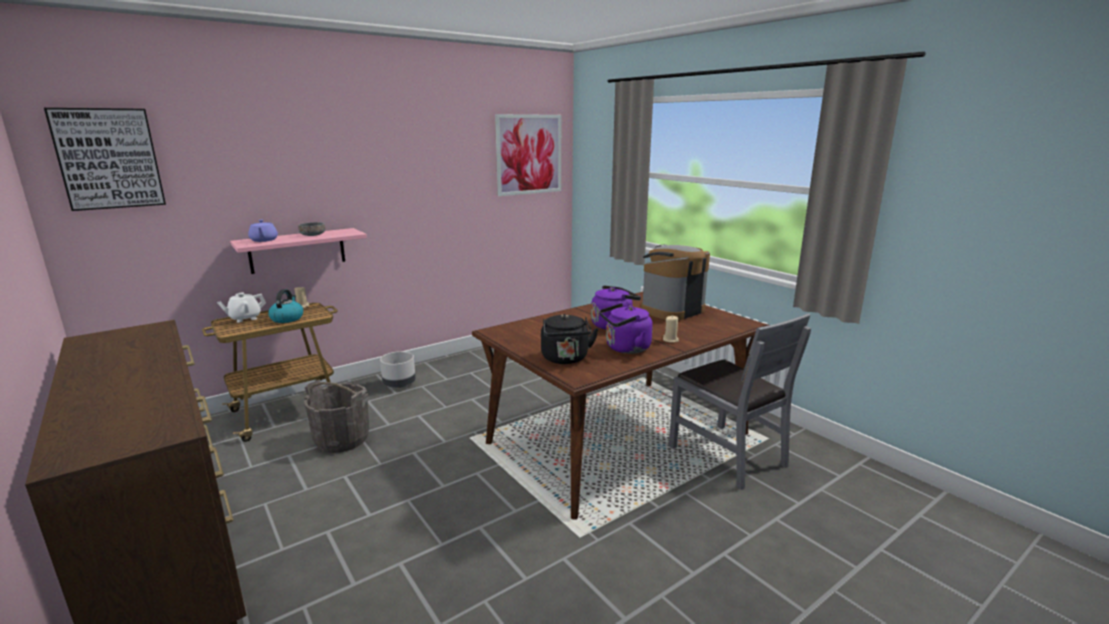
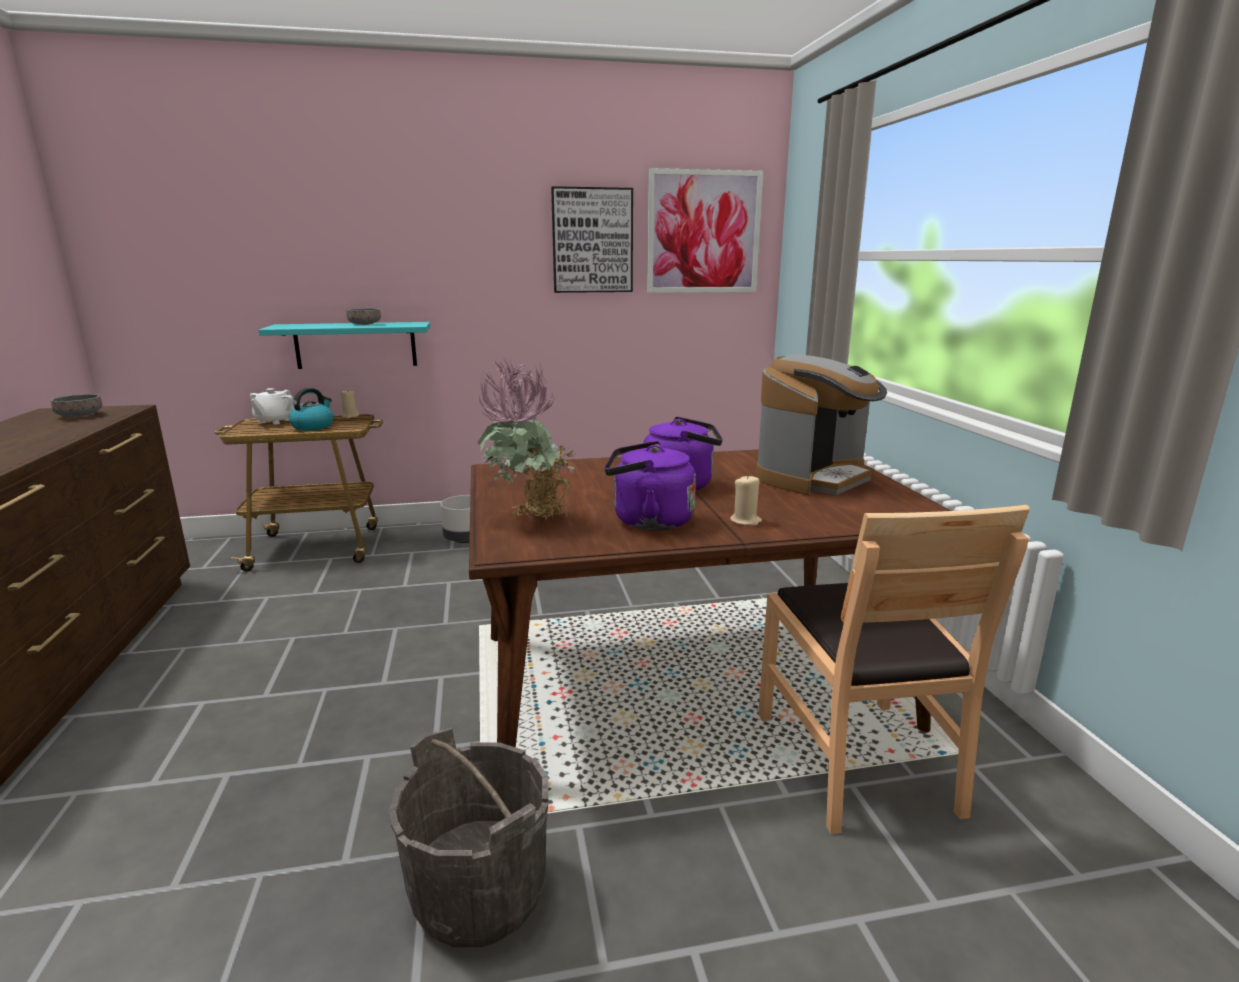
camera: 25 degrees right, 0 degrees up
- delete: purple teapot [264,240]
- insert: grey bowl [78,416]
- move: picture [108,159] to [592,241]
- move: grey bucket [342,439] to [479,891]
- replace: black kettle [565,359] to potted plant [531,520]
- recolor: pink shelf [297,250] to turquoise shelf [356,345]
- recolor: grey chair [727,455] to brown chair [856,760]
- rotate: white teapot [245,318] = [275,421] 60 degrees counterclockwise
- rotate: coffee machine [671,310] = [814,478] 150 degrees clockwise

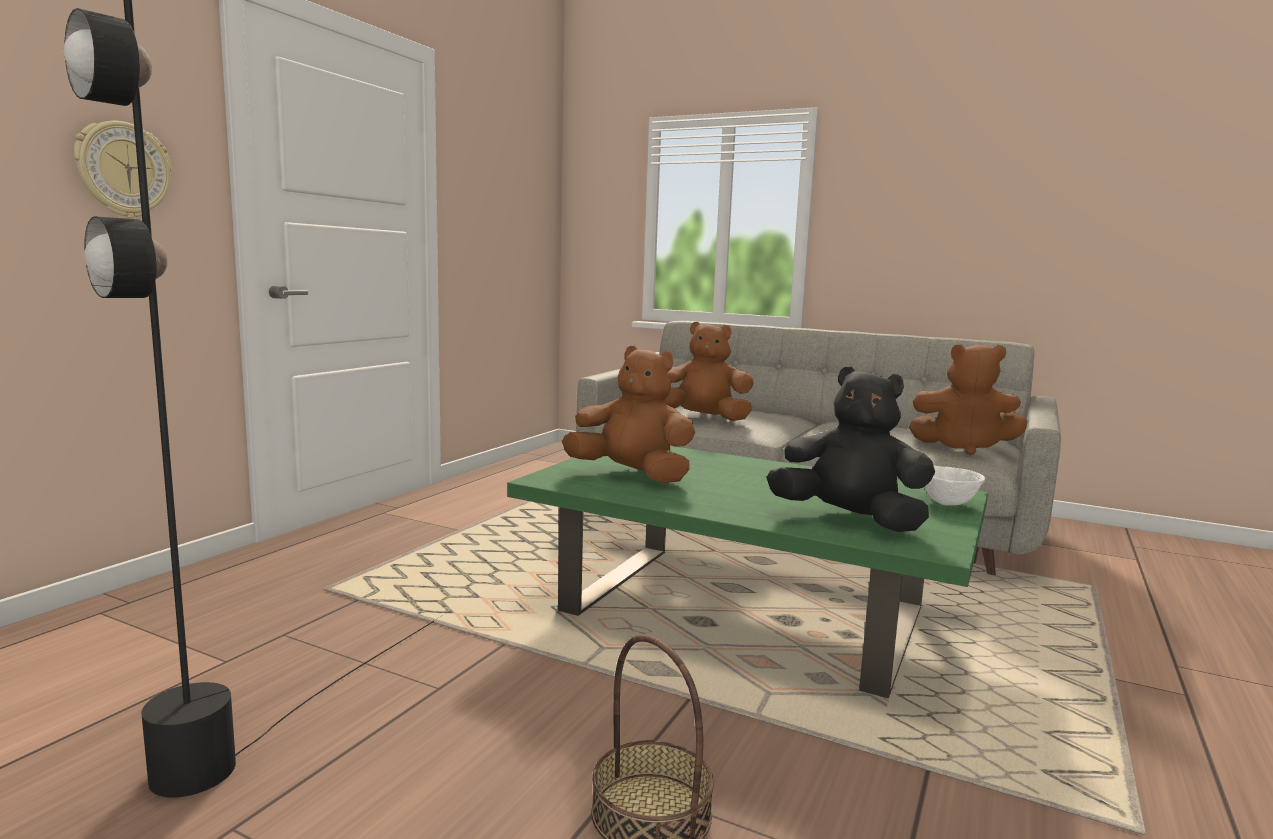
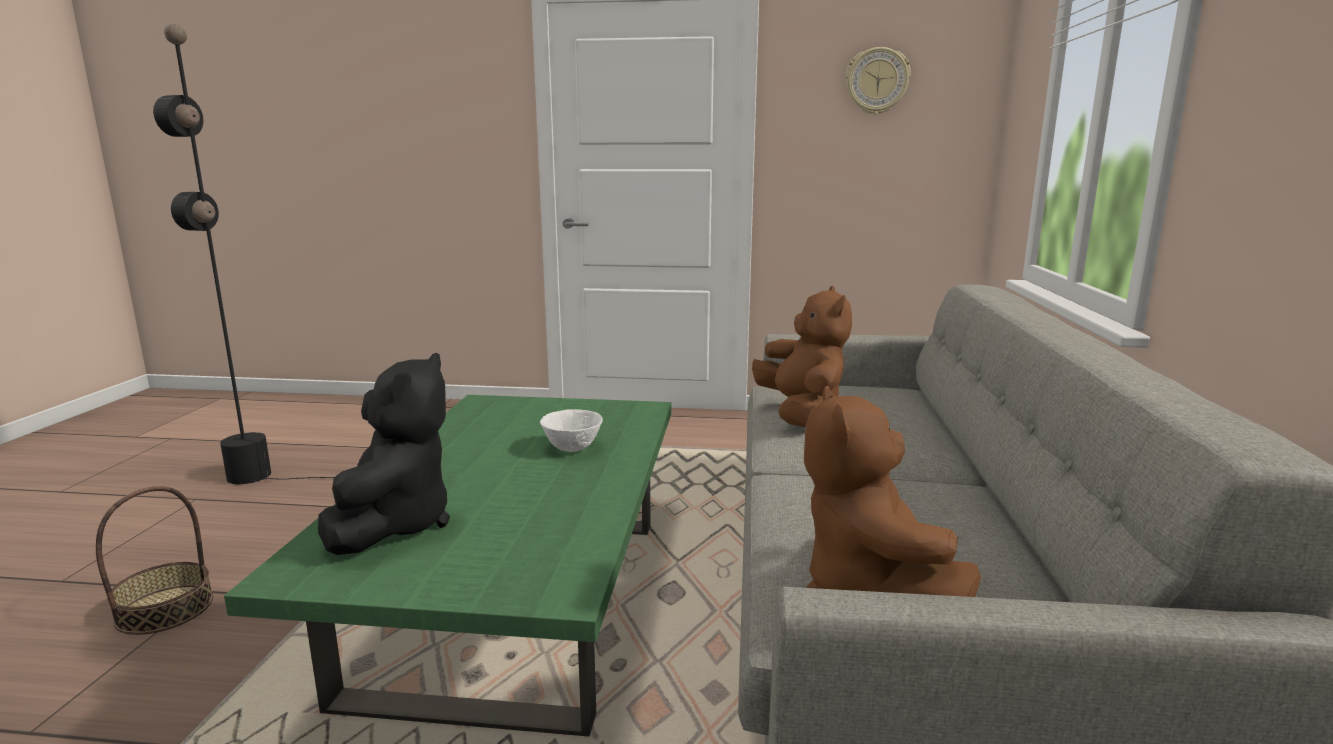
camera: 70 degrees right, 5 degrees up
- delete: brown plush toy [632,475]
- move: wall clock [123,170] to [877,81]
- move: white bowl [947,503] to [572,448]

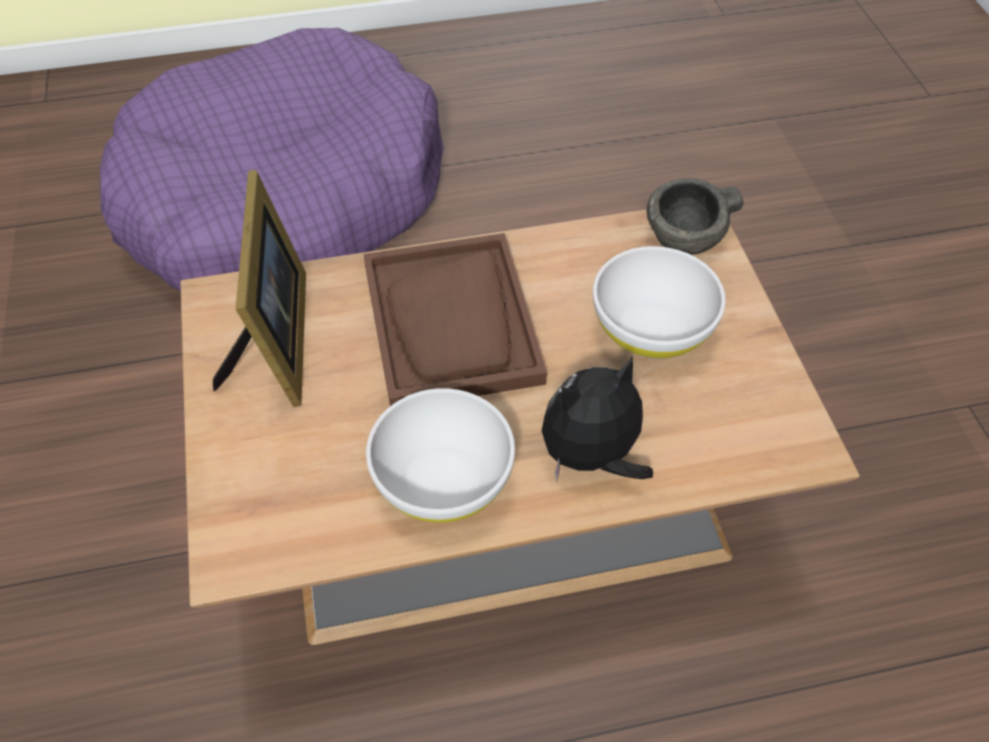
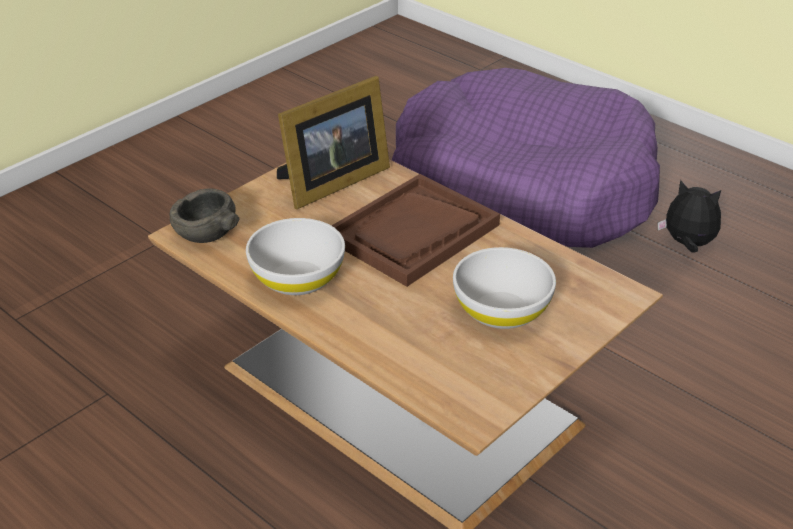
camera: 55 degrees right, 15 degrees down
- move: plush toy [592,457] to [687,244]
- move: grey bowl [684,239] to [205,235]

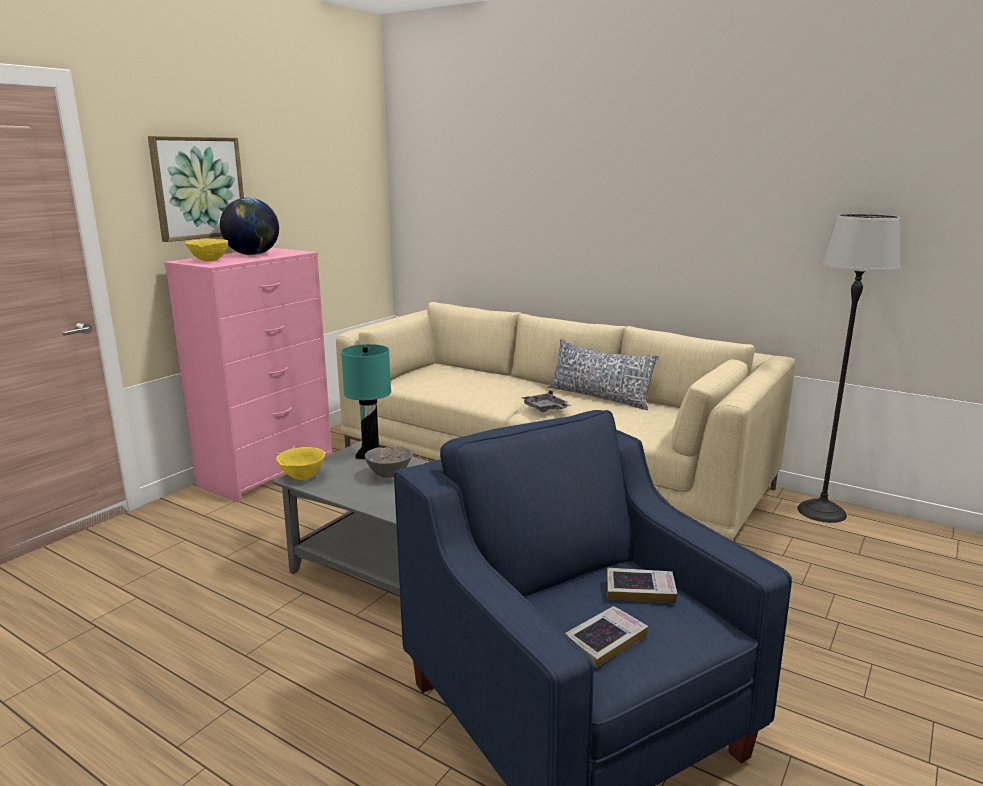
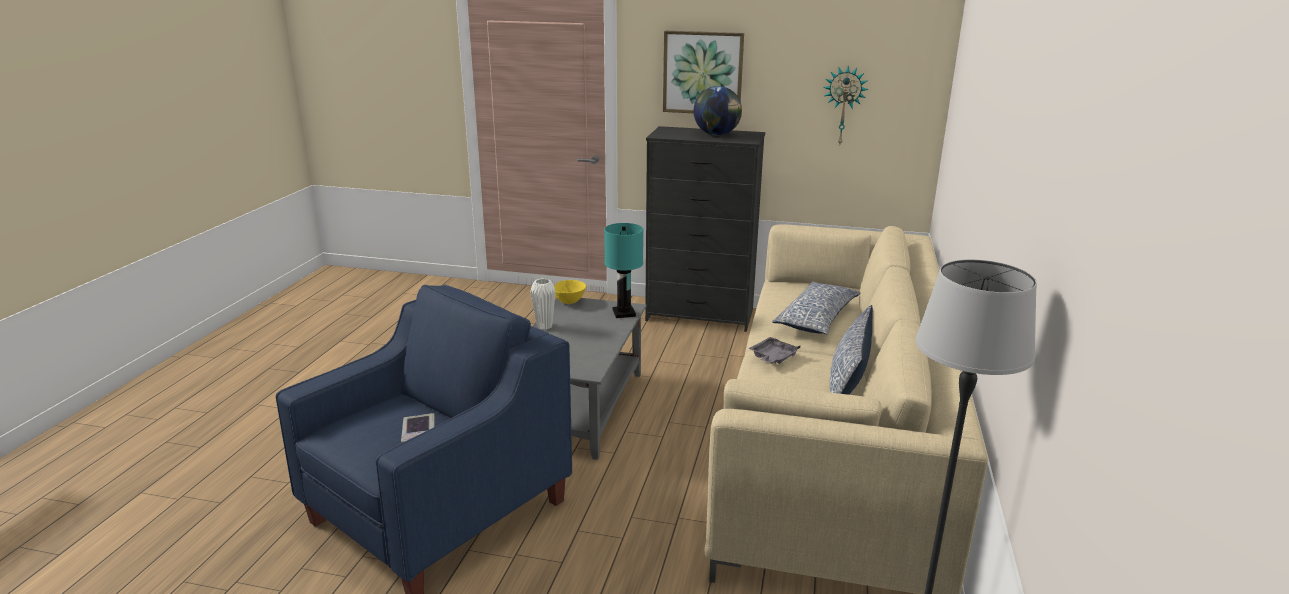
camera: 70 degrees right, 5 degrees up
- delete: yellow bowl [209,261]
- delete: grey bowl [389,475]
- delete: book [605,640]
- insert: white vase [544,326]
- insert: pillow [817,318]
- insert: wall clock [843,105]
- recolor: pink dresser [268,472] to black dresser [701,315]

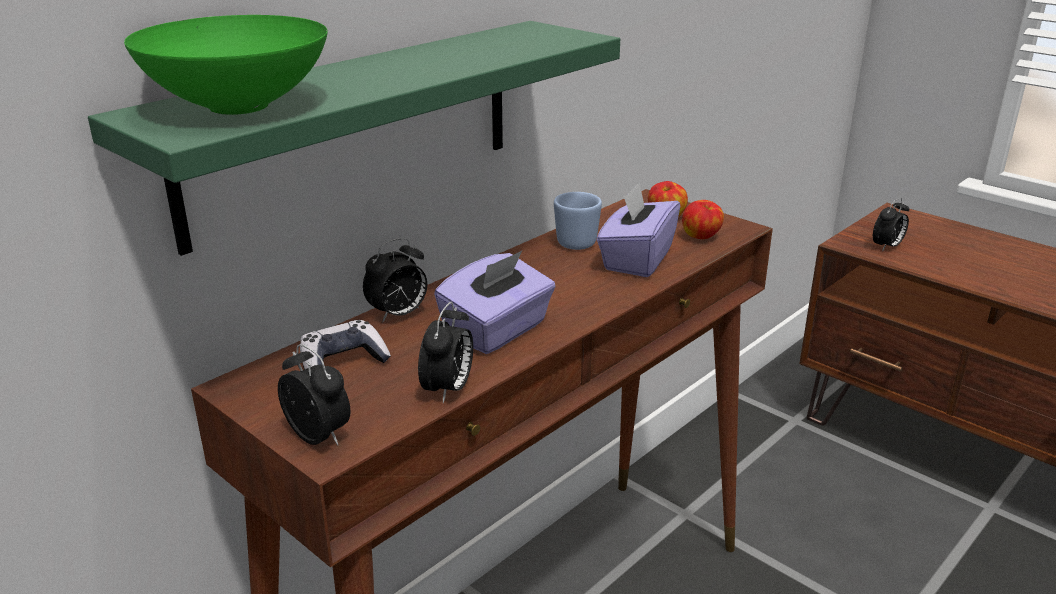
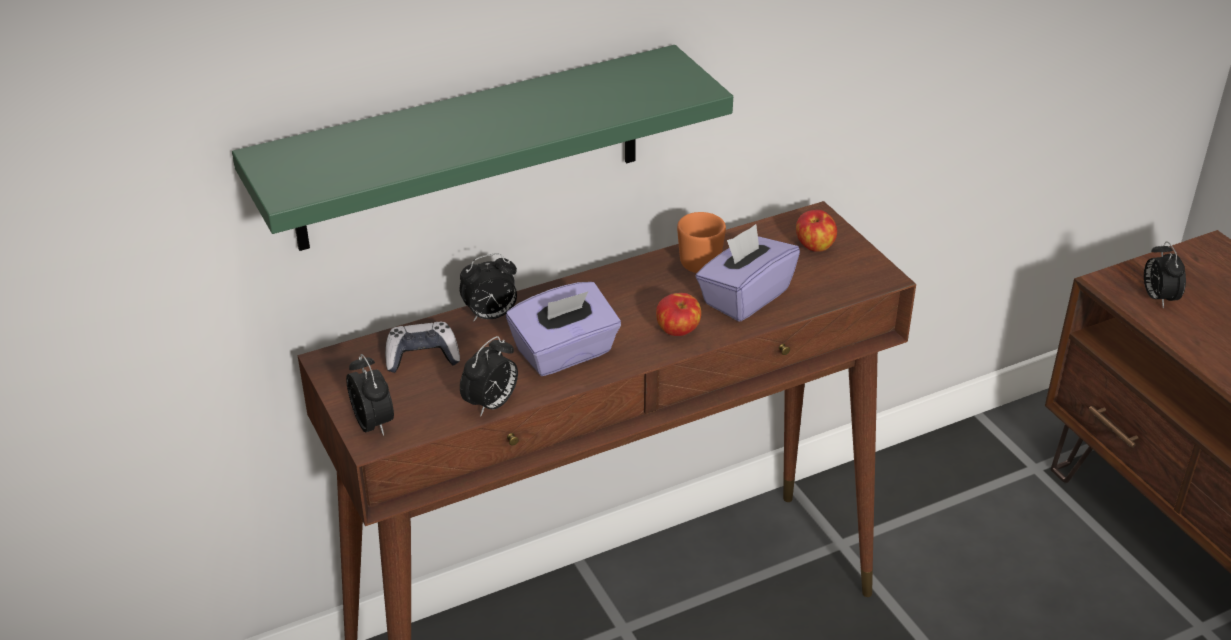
camera: 20 degrees right, 10 degrees up
- delete: green bowl [240,105]
- move: apple [701,237] to [678,331]
- recolor: blue mug [573,241] to orange mug [699,259]
- rotate: alarm clock [887,247] = [1157,298] 105 degrees clockwise

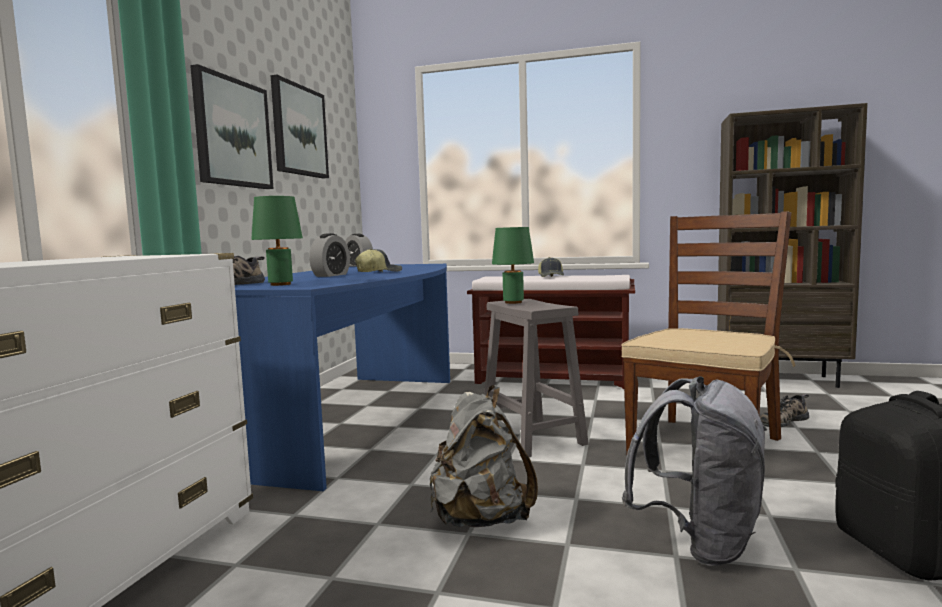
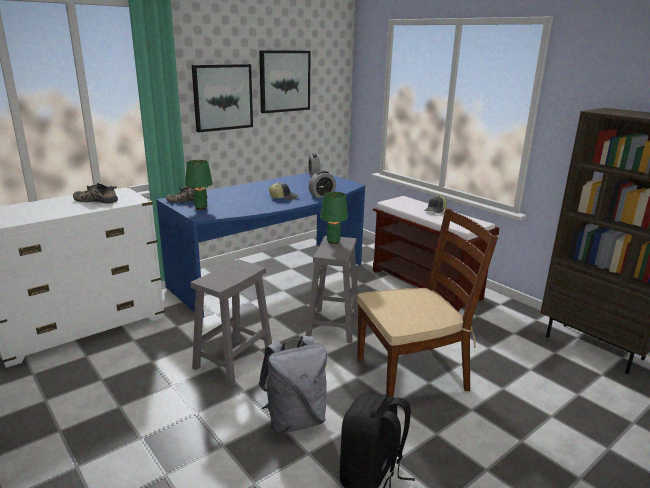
camera: 35 degrees right, 15 degrees up
- move: alarm clock [331,275] to [322,195]
- move: shoe [783,420] to [97,200]
- replace: grey backpack [480,519] to grey stool [233,362]

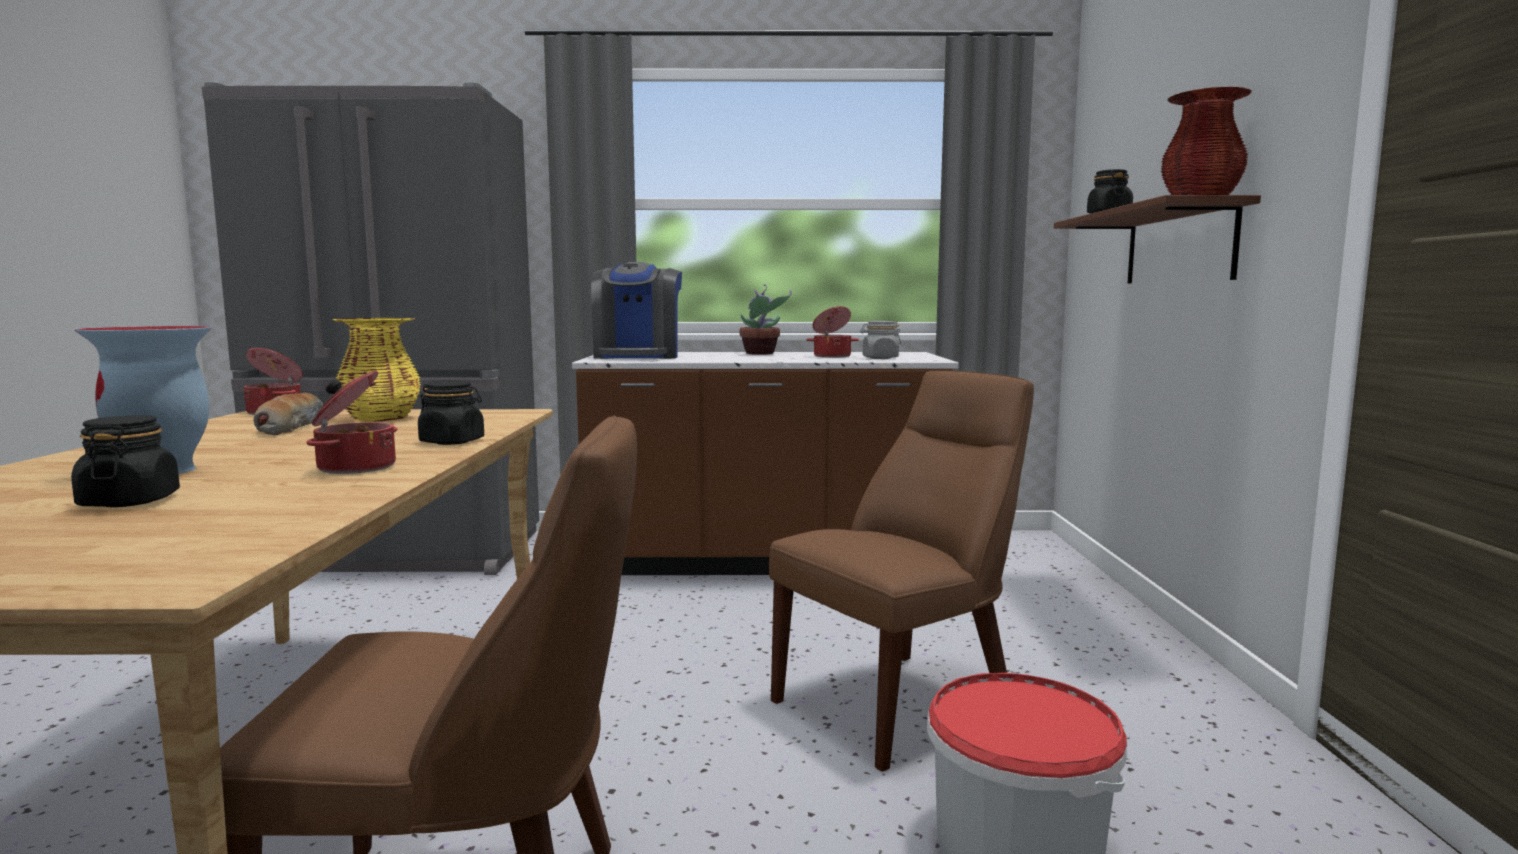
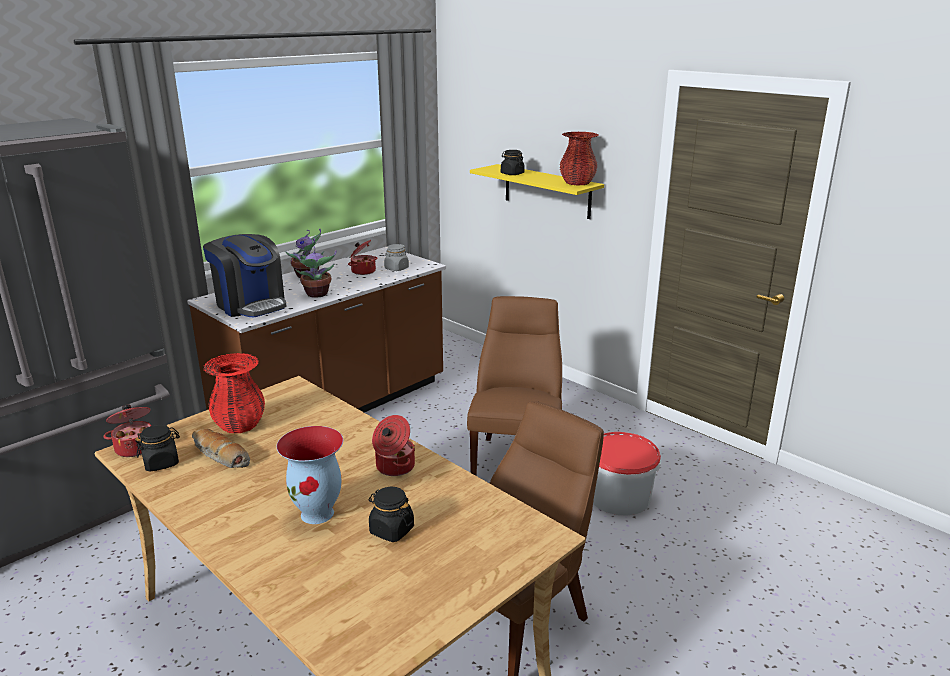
camera: 45 degrees left, 15 degrees up
- insert: potted plant [317,294]
- move: black jar [452,442] to [161,463]
- recolor: yellow vase [381,419] to red vase [240,425]
- recolor: brown shelf [1178,246] to yellow shelf [547,191]

